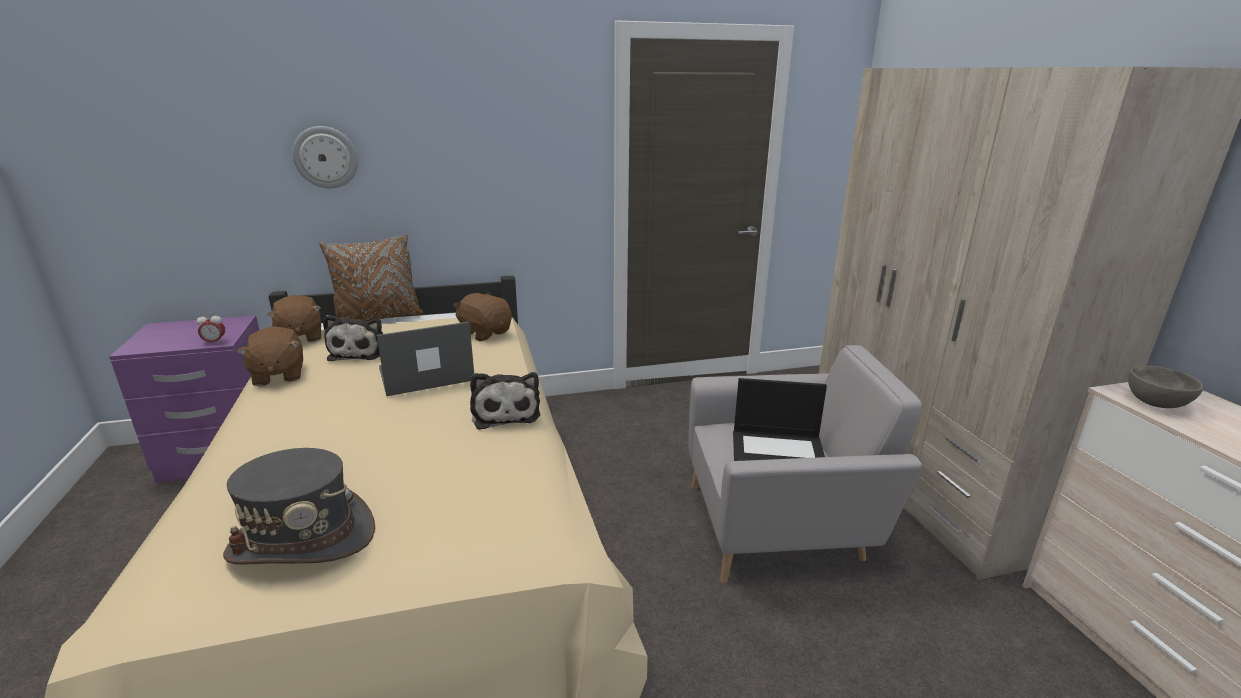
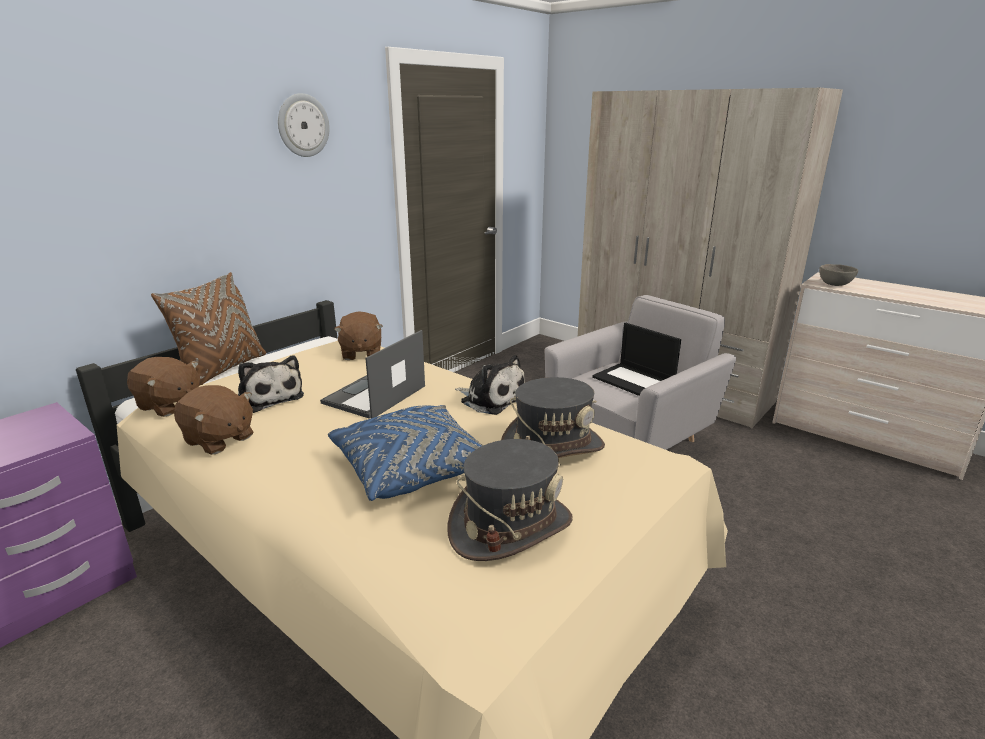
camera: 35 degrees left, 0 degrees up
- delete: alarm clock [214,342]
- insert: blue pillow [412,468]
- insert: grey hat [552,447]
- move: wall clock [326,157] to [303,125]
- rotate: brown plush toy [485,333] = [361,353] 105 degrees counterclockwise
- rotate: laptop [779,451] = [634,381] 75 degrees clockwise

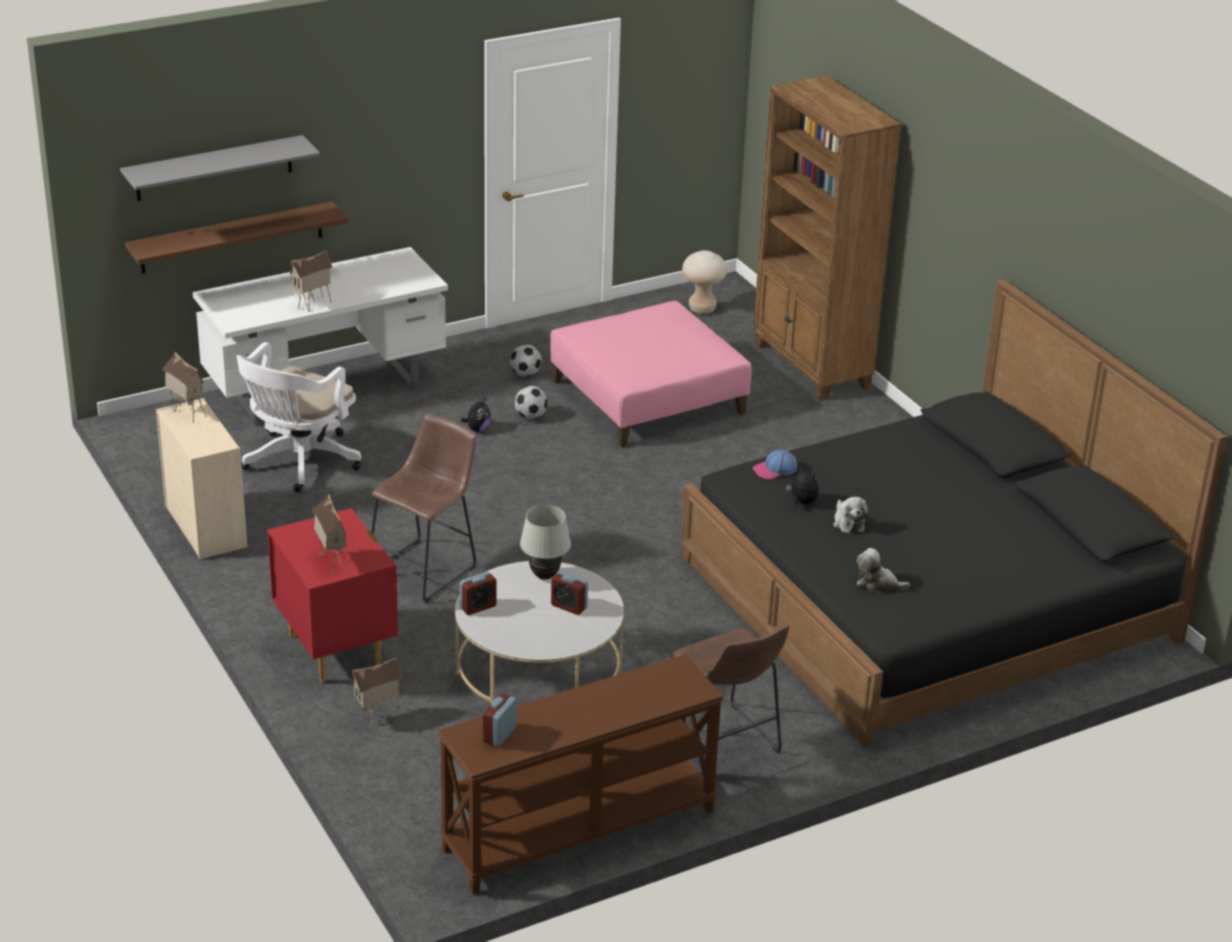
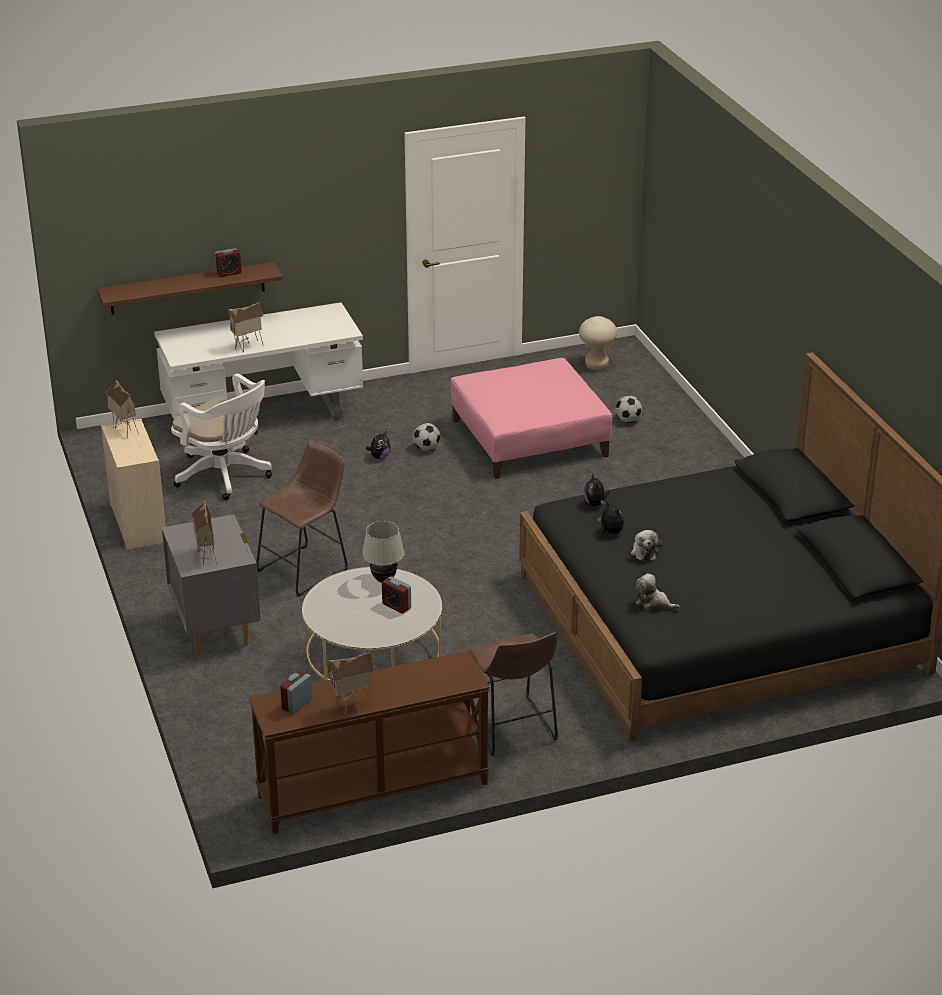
camera: 10 degrees right, 0 degrees up
- delete: grey shelf [214,168]
- delete: brown bookcase [811,366]
- move: toy house [378,718] to [353,706]
- move: alarm clock [478,607] to [228,273]
- move: football [525,374] to [628,420]
- replace: cap [774,470] to plush toy [595,504]
- recolor: red nightstand [336,650] to grey nightstand [215,630]
- rotate: white office chair [298,463] = [226,476] 90 degrees counterclockwise

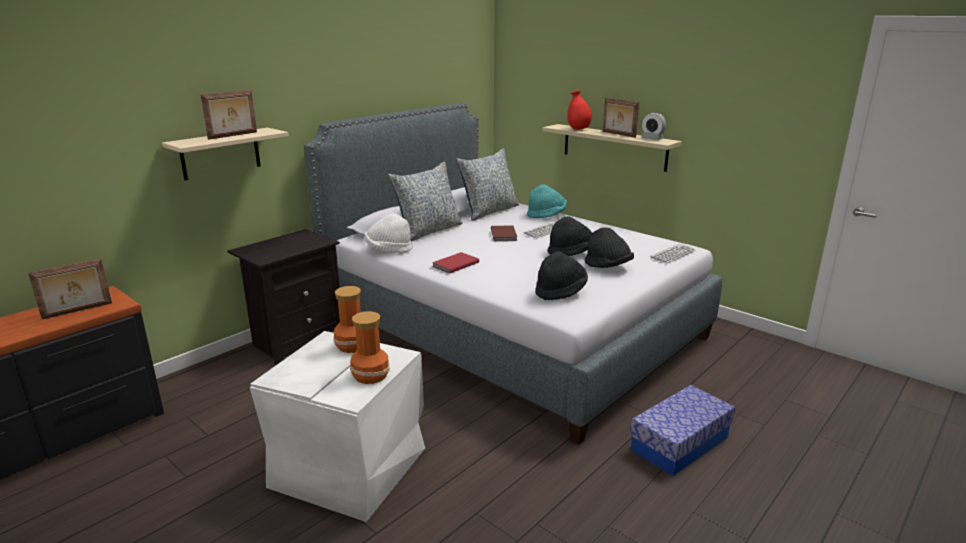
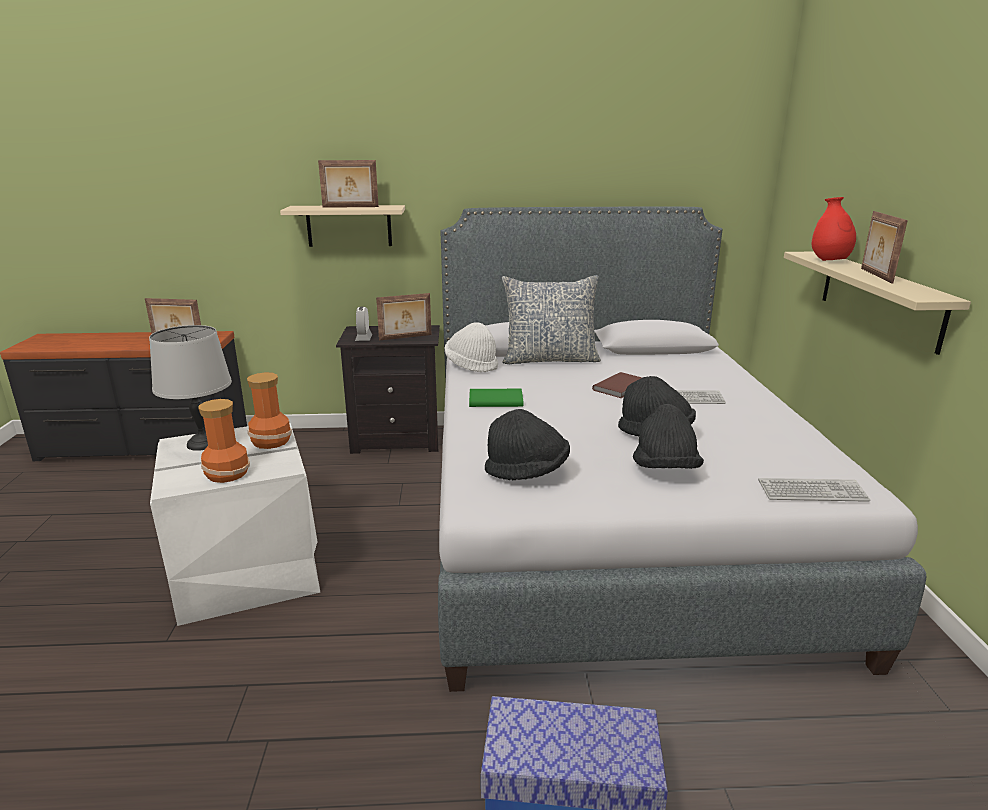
camera: 45 degrees right, 0 degrees up
- delete: pillow [489,211]
- delete: turquoise hat [546,215]
- insert: grey table lamp [202,443]
- insert: picture frame [405,337]
- move: alarm clock [652,139] to [363,338]
- recolor: red book [454,264] to green book [495,400]

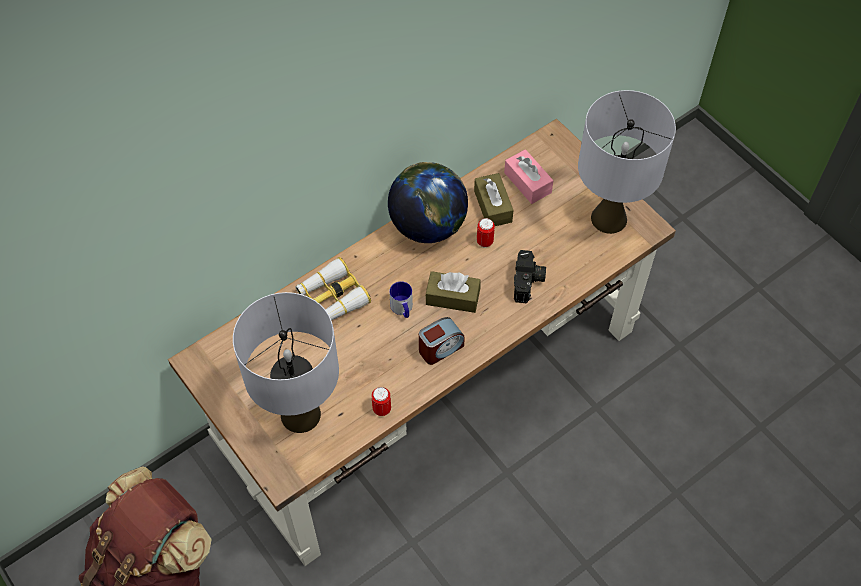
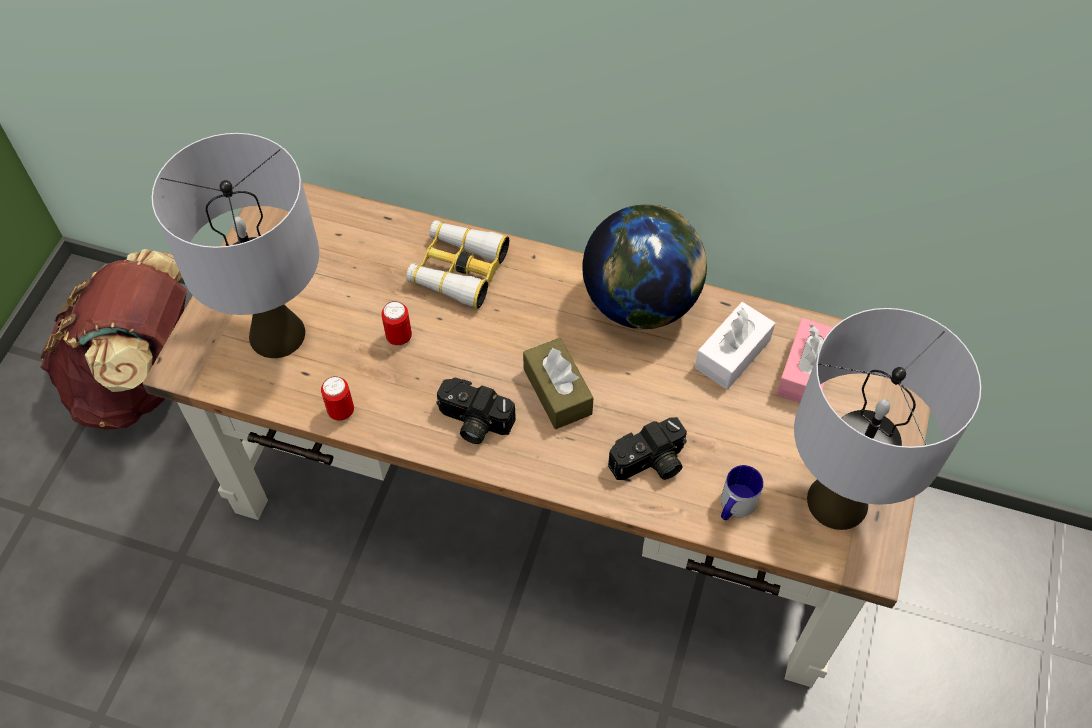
camera: 55 degrees right, 0 degrees up
- move: mug [402,309] to [734,506]
- move: can [484,242] to [399,337]
- replace: alarm clock [440,348] to photo camera [473,422]
- recolor: brown tissue box [493,206] to white tissue box [732,354]

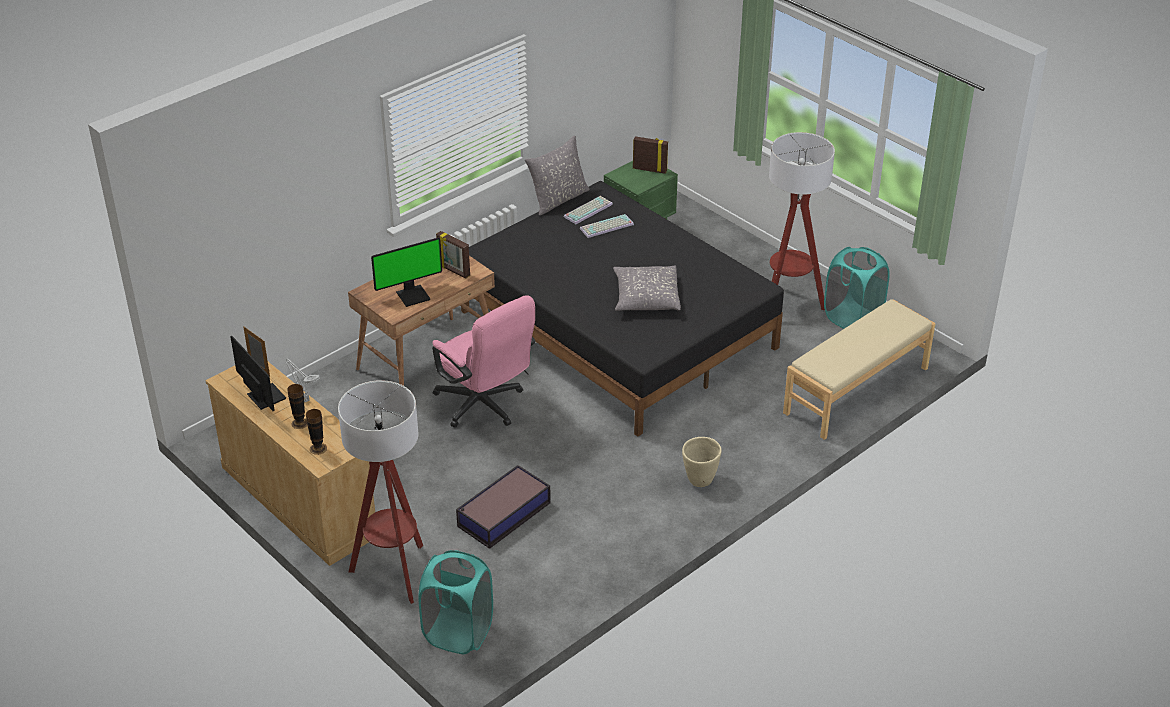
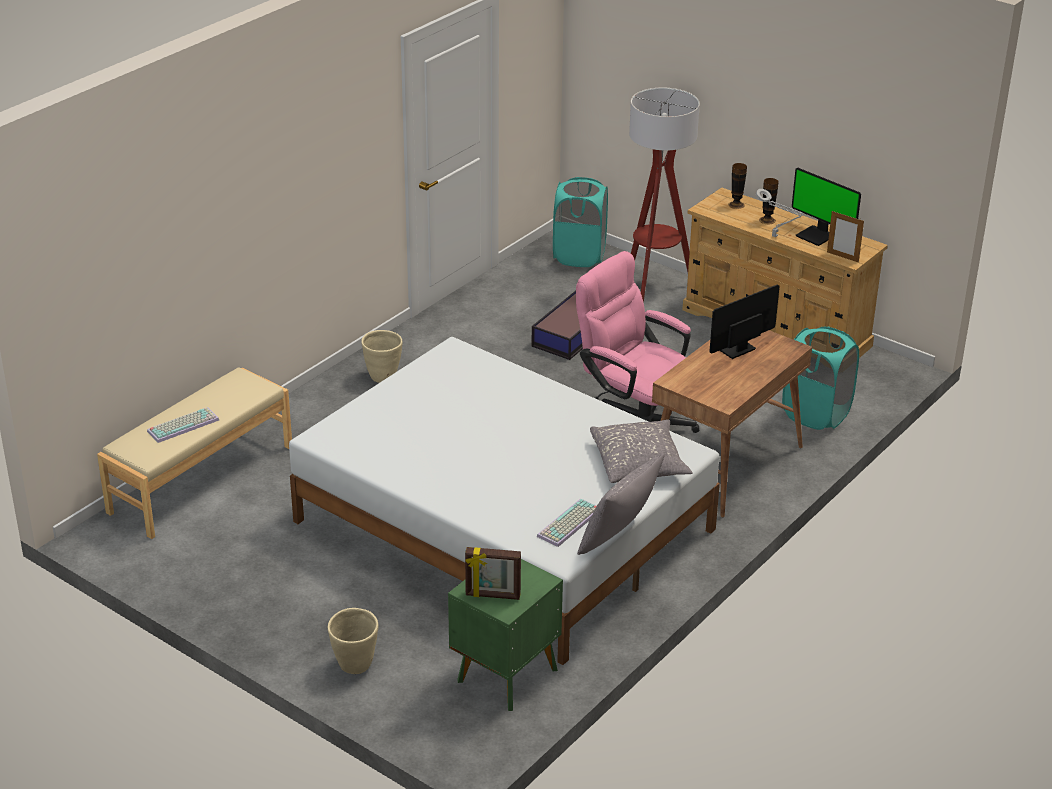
camera: 170 degrees right, 5 degrees down
- delete: picture frame [453,270]
- delete: floor lamp [787,305]
- insert: beige planter [355,665]
- move: keyboard [606,227] to [183,425]
- move: grey pillow [646,297] to [639,463]
- move: turquoise laundry basket [852,318] to [816,414]
- recolor: black bed [618,329] to white bed [503,526]

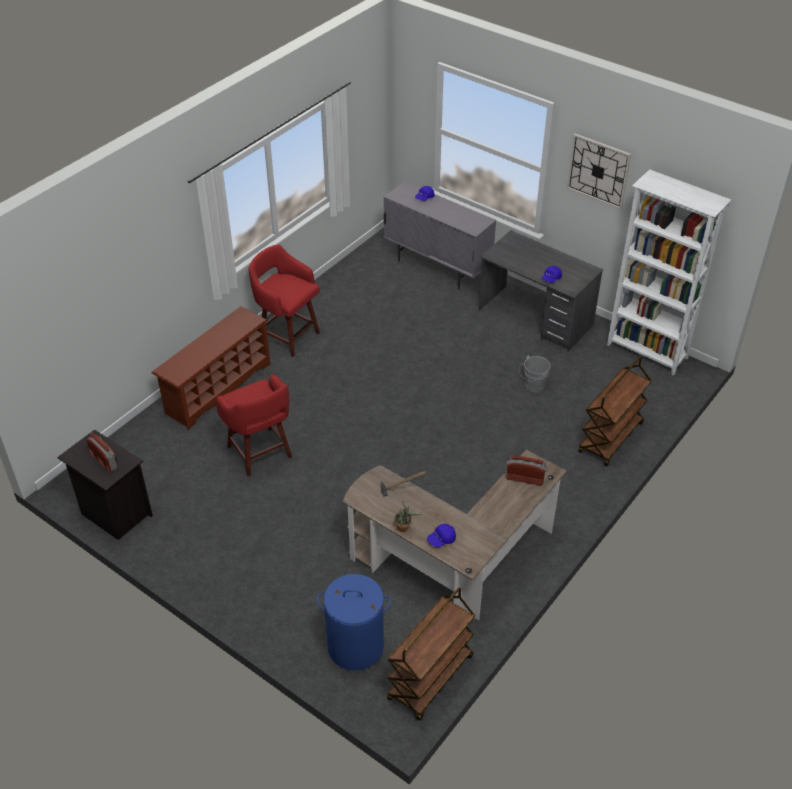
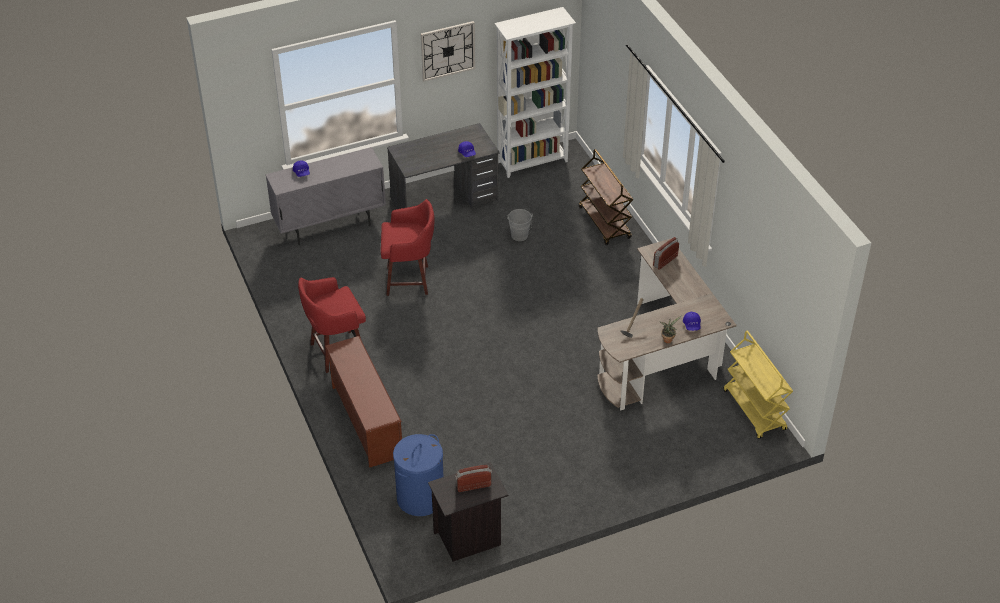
camera: 60 degrees left, 0 degrees up
- move: red stool [260,453] to [409,280]
- move: blue laundry basket [355,646] to [420,498]
- recolor: brown cart [430,679] to yellow cart [754,410]

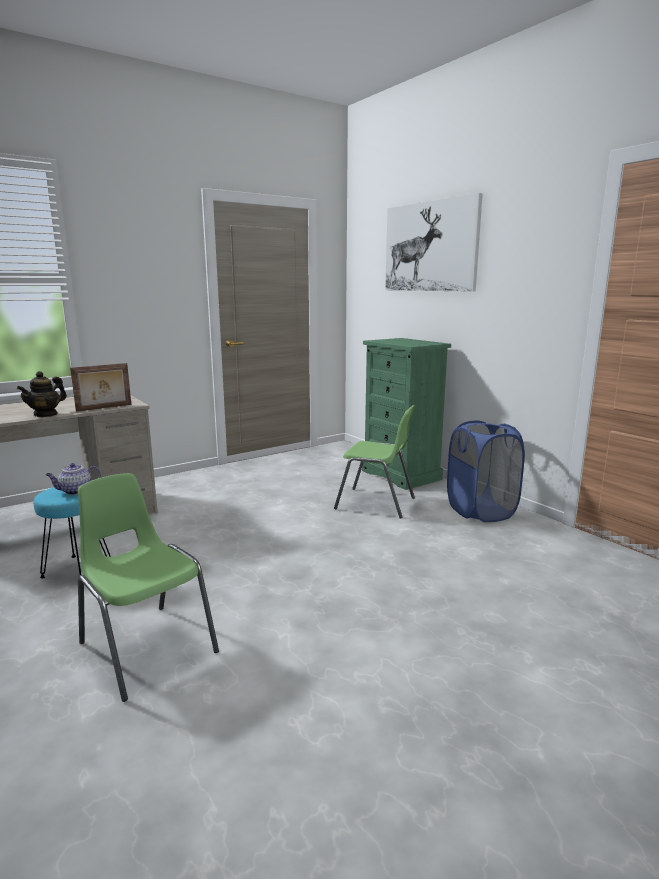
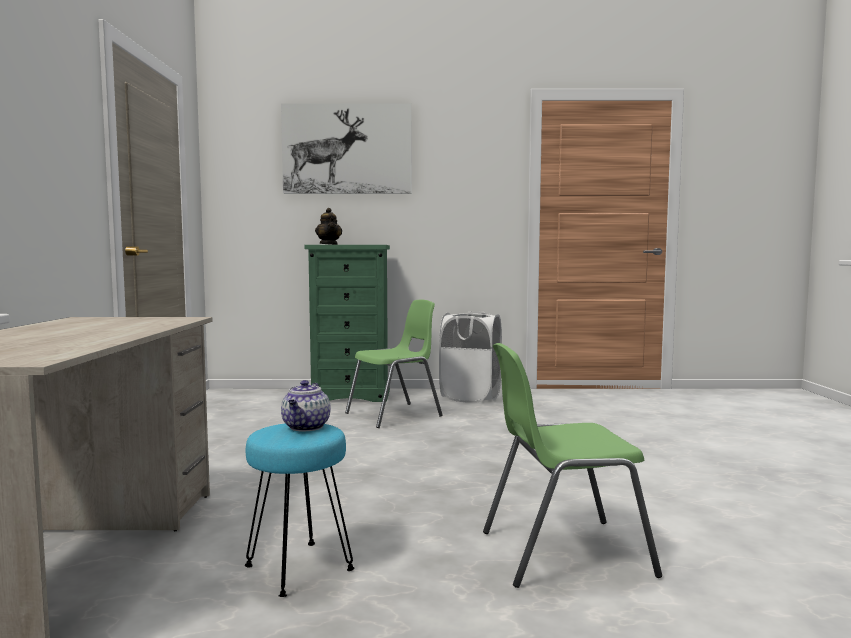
camera: 55 degrees left, 10 degrees down
- delete: picture frame [104,408]
- move: teapot [46,414] to [329,244]
- recolor: blue laundry basket [481,511] to white laundry basket [470,397]

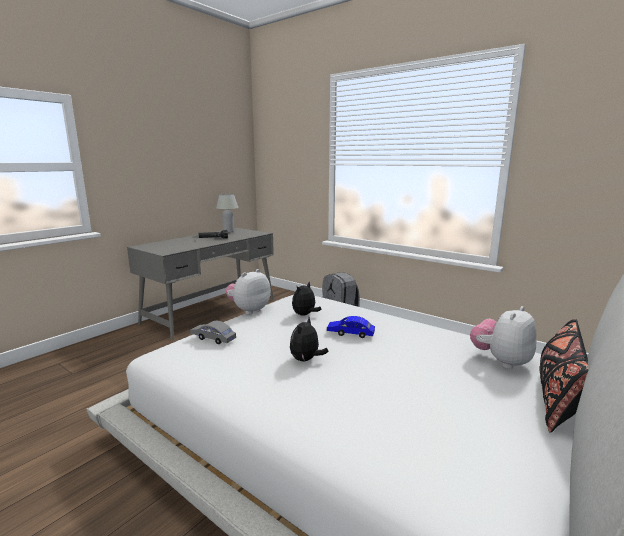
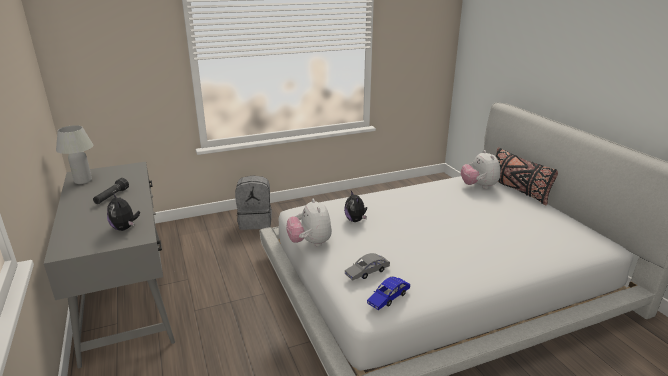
camera: 60 degrees left, 10 degrees up
- move: plush toy [306,360] to [125,228]
- move: blue toy car [350,333] to [388,298]

